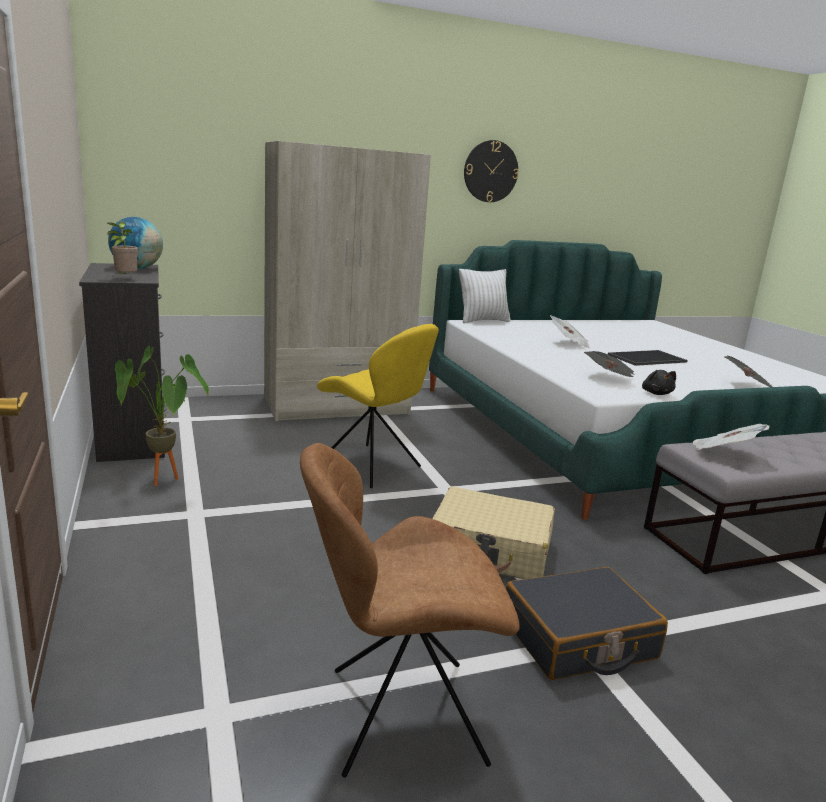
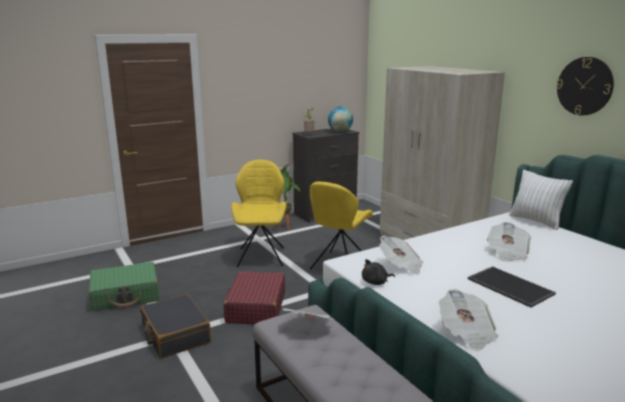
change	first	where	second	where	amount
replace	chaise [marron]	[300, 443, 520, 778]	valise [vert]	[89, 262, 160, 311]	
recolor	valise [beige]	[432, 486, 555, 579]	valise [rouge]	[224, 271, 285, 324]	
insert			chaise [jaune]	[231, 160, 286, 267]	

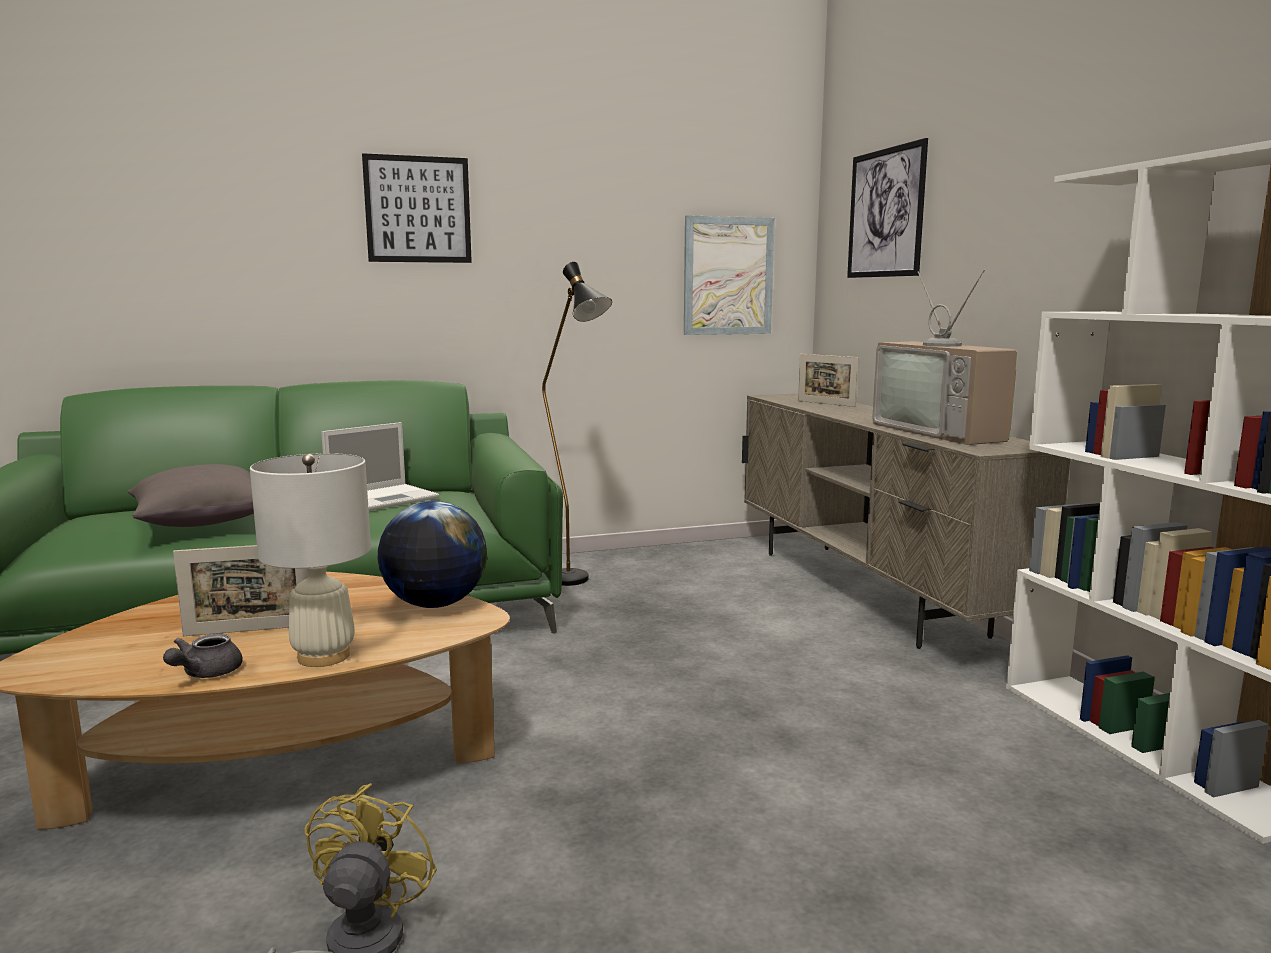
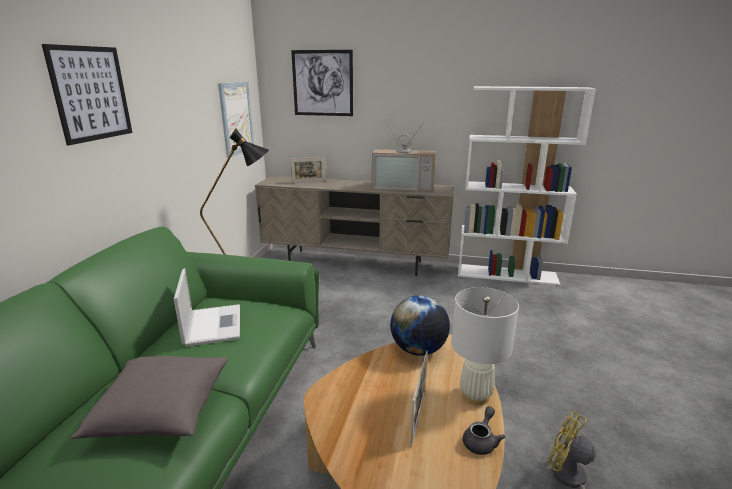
change	first	where	second	where	amount
rotate	théière [gris]	[163, 634, 243, 678]		[463, 406, 505, 455]	105 degrees counterclockwise

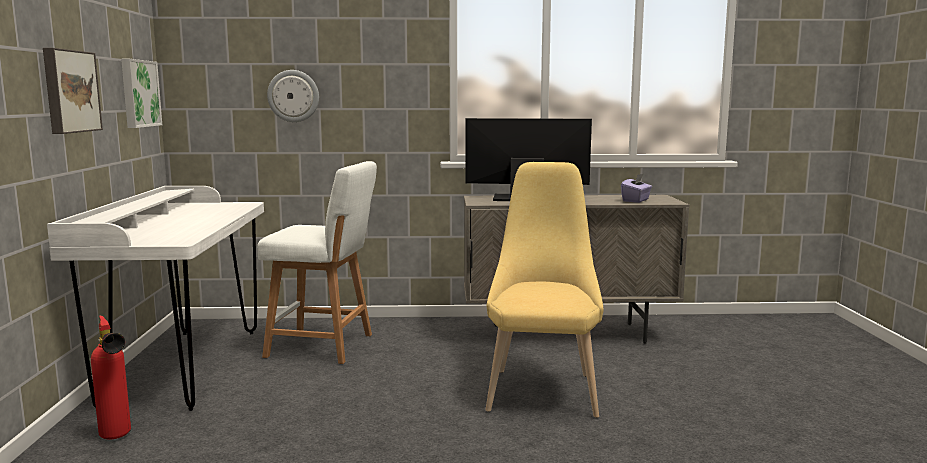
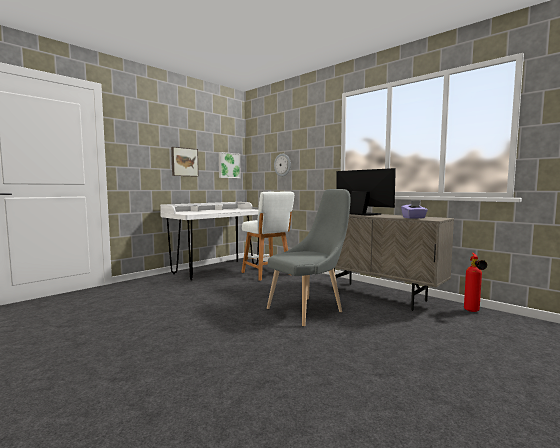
change	first	where	second	where	amount
move	extincteur	[91, 316, 131, 439]		[464, 253, 487, 312]	
recolor	chaise [jaune]	[486, 162, 604, 418]	chaise [gris]	[267, 189, 350, 327]	

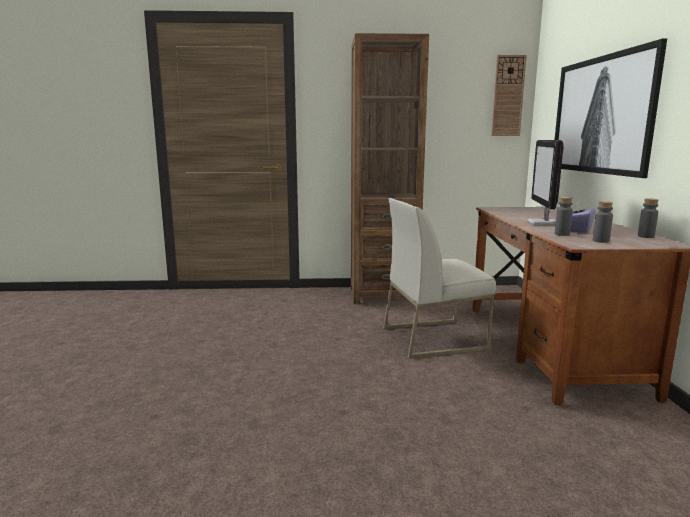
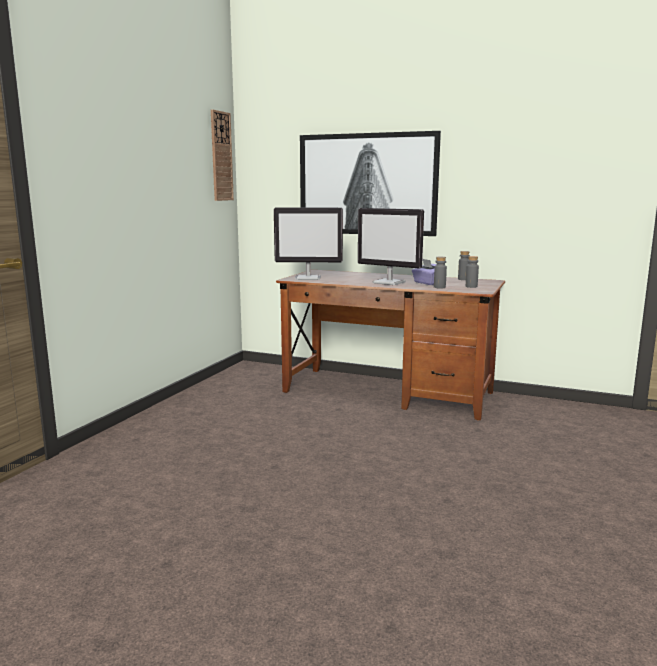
change	first	where	second	where	amount
delete	bibliothèque [marron]	[351, 33, 429, 304]			
delete	chaise [blanc]	[384, 198, 496, 358]			
insert			écran d'ordinateur	[274, 208, 343, 280]	

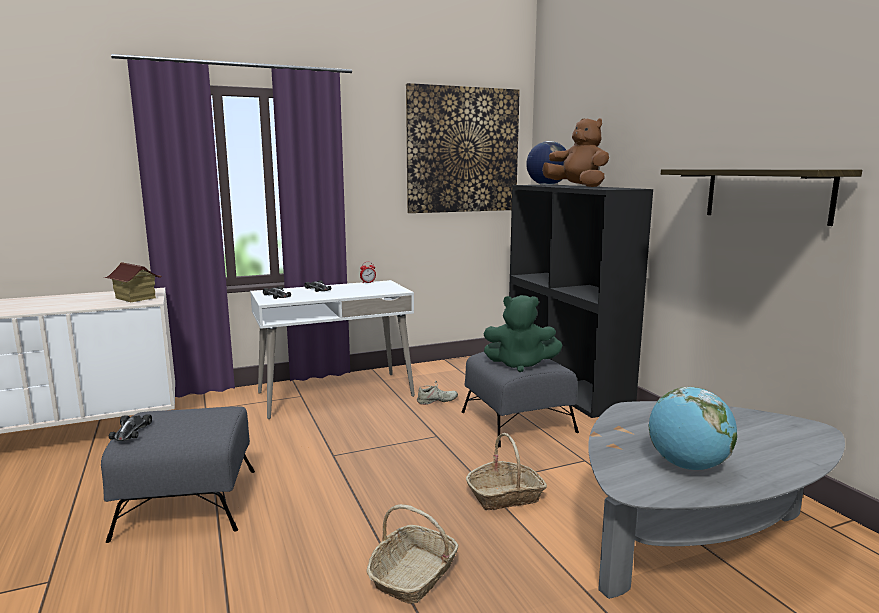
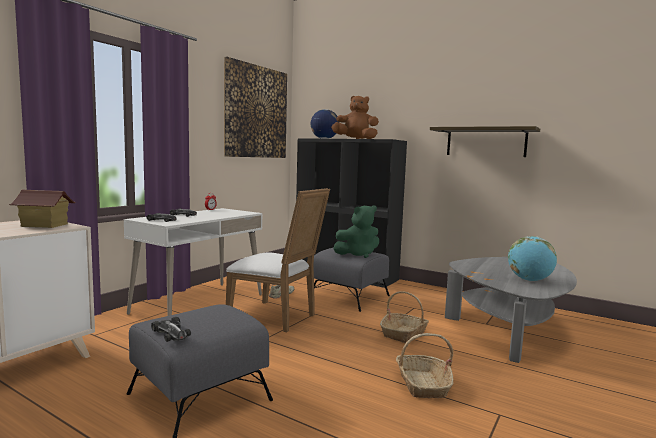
change	first	where	second	where	amount
insert			chaise [blanc]	[226, 188, 330, 332]	

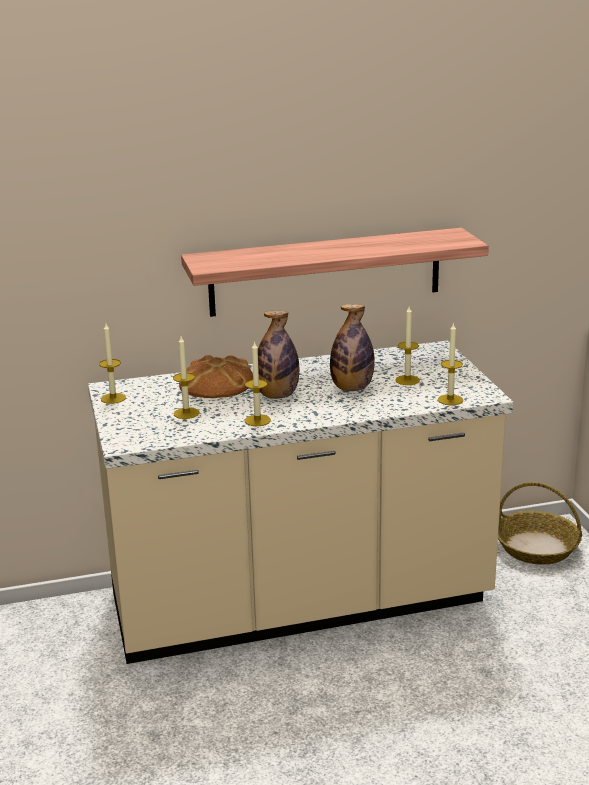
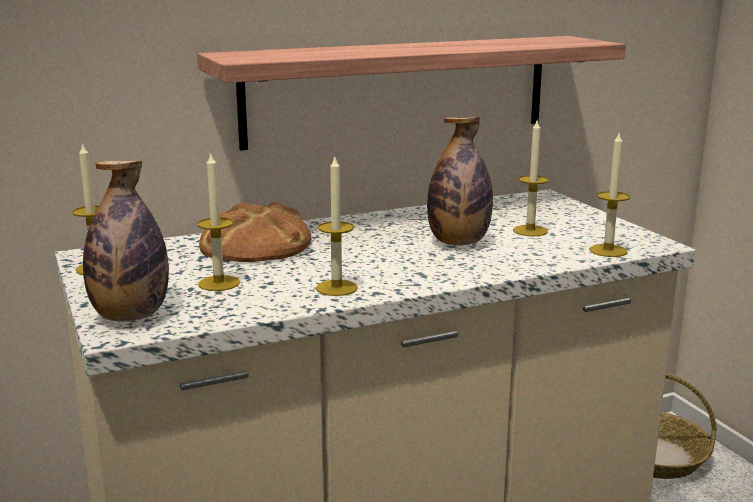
change	first	where	second	where	amount
move	bouteille	[258, 311, 299, 399]		[83, 160, 169, 322]	

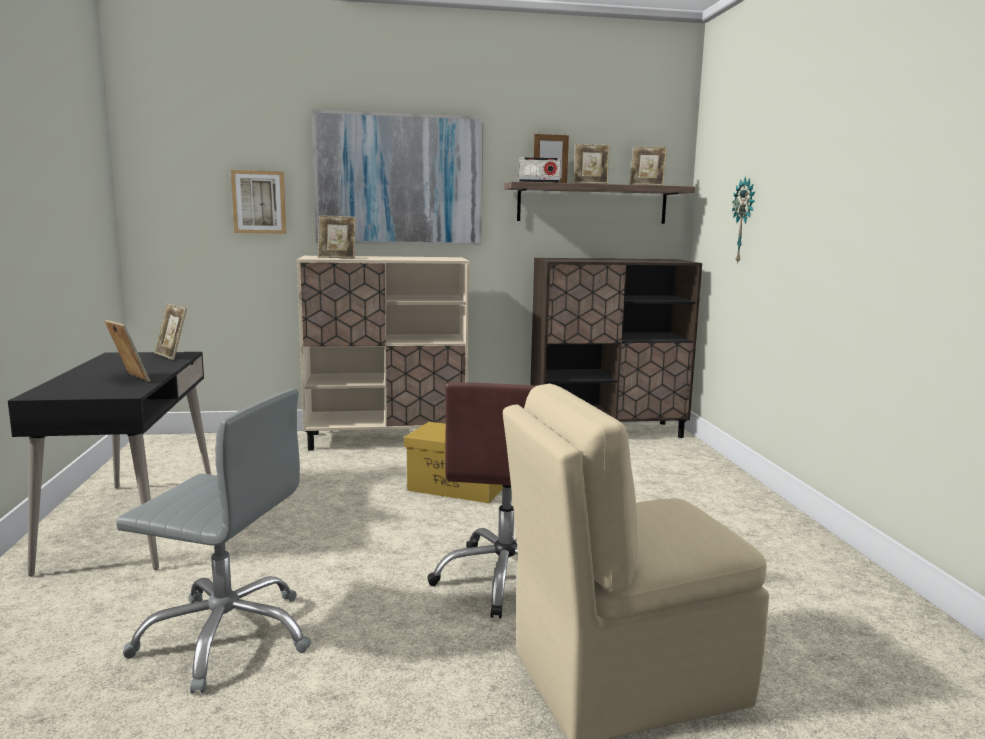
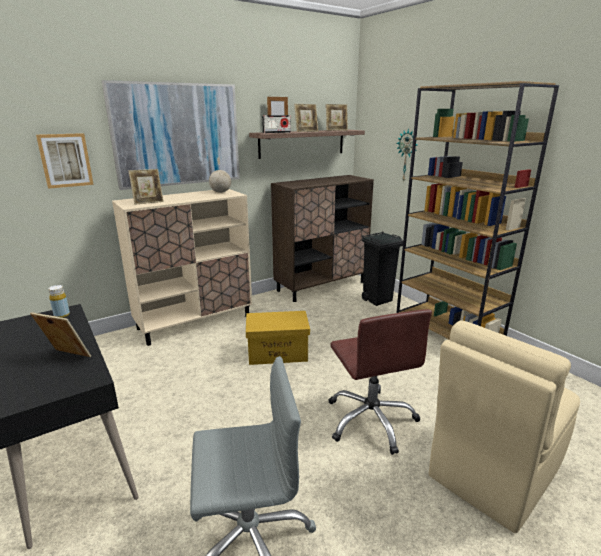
change	first	where	second	where	amount
replace	cadre photo	[154, 303, 187, 360]	bouteille [jaune]	[48, 285, 70, 318]	
insert			globe	[209, 157, 231, 193]	
insert			poubelle [noir]	[362, 231, 403, 306]	
insert			bibliothèque [marron]	[396, 81, 559, 340]	

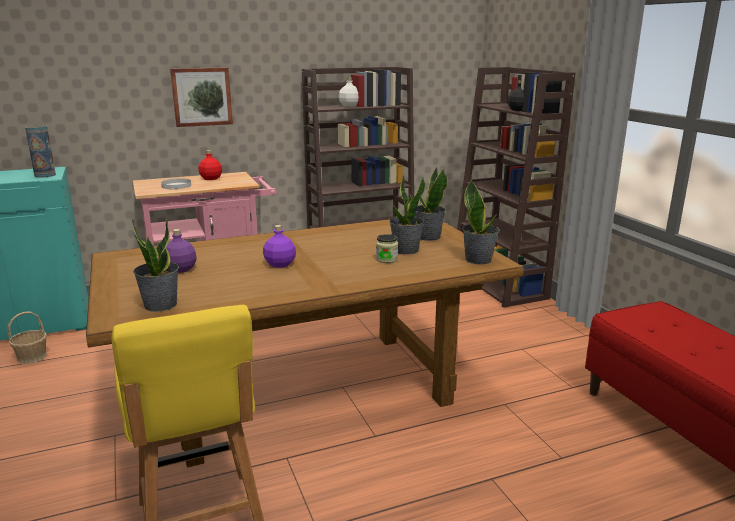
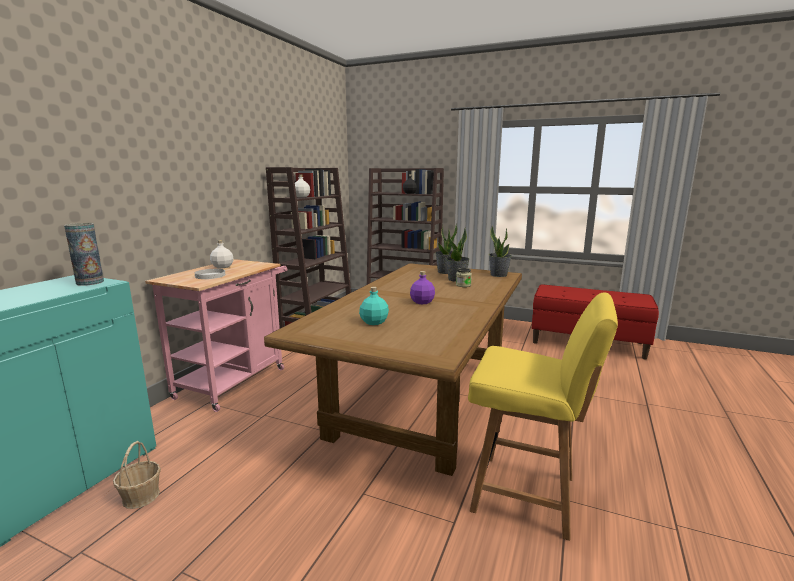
change	first	where	second	where	amount
delete	plante en pot	[132, 218, 179, 312]			
recolor	bouteille [violet]	[166, 229, 197, 273]	bouteille [turquoise]	[359, 287, 389, 325]	
delete	tableau	[170, 67, 233, 127]			
recolor	bouteille [rouge]	[198, 150, 222, 180]	bouteille [blanc]	[210, 240, 234, 269]	

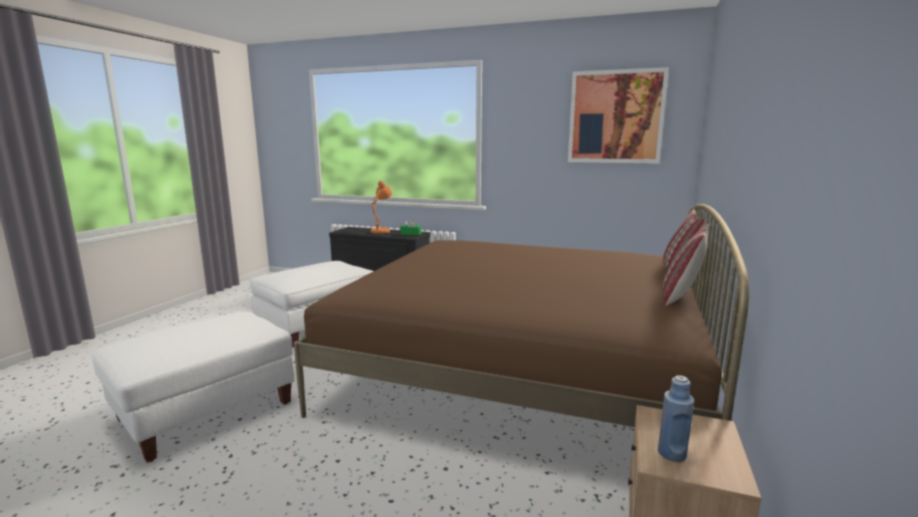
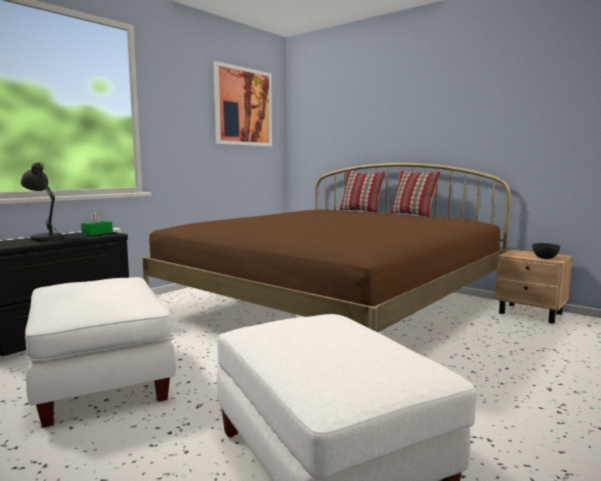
change	first	where	second	where	amount
recolor	lampe de table [orange]	[371, 181, 392, 235]	lampe de table [gris]	[21, 162, 67, 241]	
replace	bouteille [bleu]	[658, 375, 694, 462]	bol [gris]	[532, 243, 560, 259]	

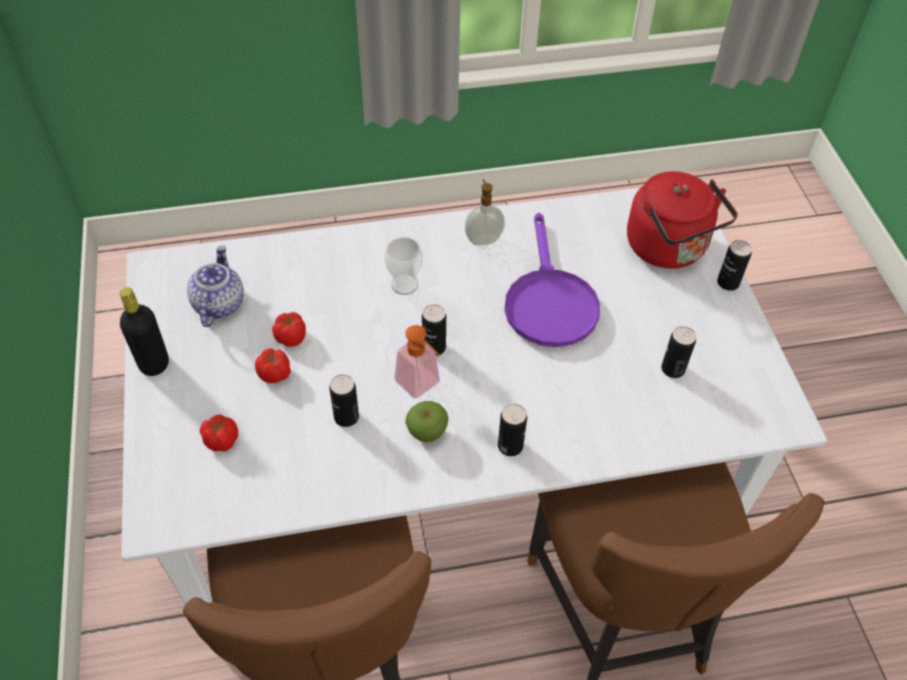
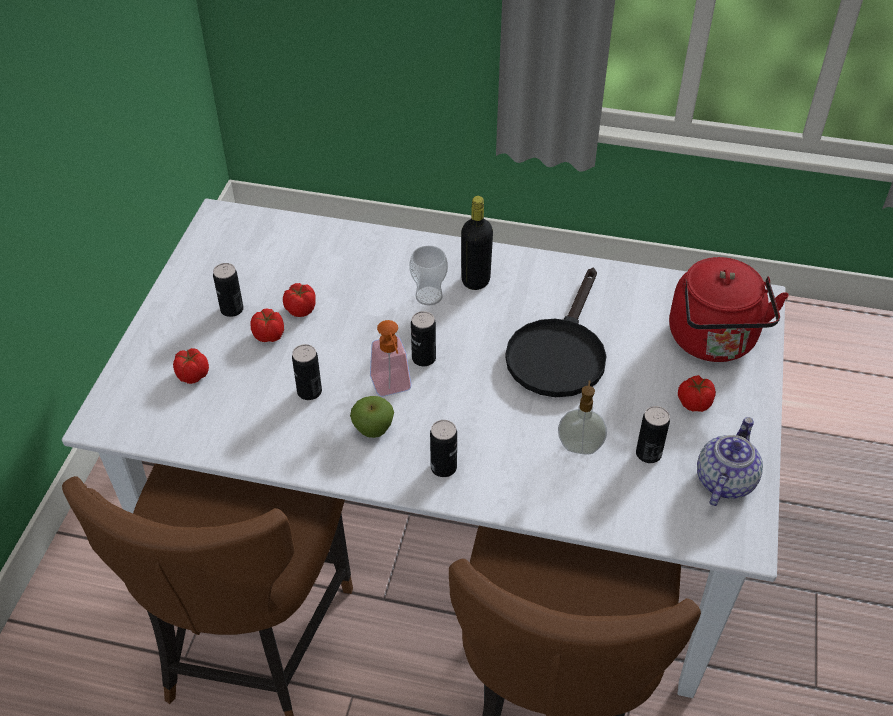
change	first	where	second	where	amount
move	bouteille [noir]	[120, 287, 169, 376]		[461, 196, 493, 290]	
move	théière	[187, 245, 244, 327]		[697, 417, 763, 506]	
move	distributeur de savon	[465, 179, 505, 246]		[558, 380, 607, 454]	
recolor	poêle [violet]	[504, 212, 600, 347]	poêle [noir]	[505, 268, 607, 397]	
move	boîte métallique	[717, 240, 752, 291]		[213, 263, 244, 317]	
insert			tomate	[678, 375, 716, 412]	

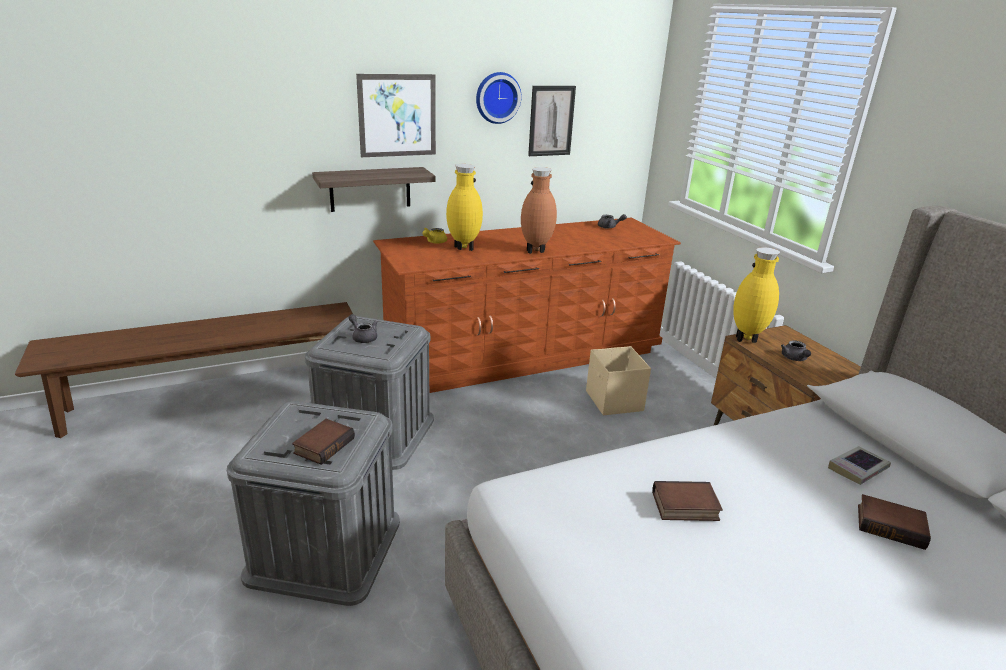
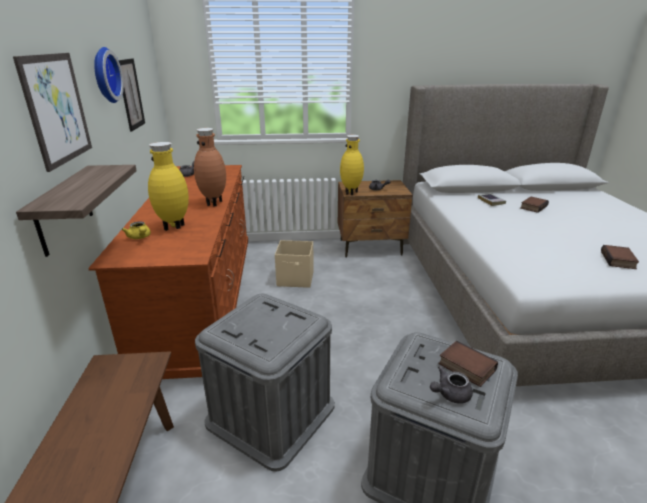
change	first	where	second	where	amount
move	théière [gris]	[349, 314, 378, 343]		[430, 366, 473, 404]	
move	livre	[652, 481, 723, 521]		[601, 245, 639, 269]	

